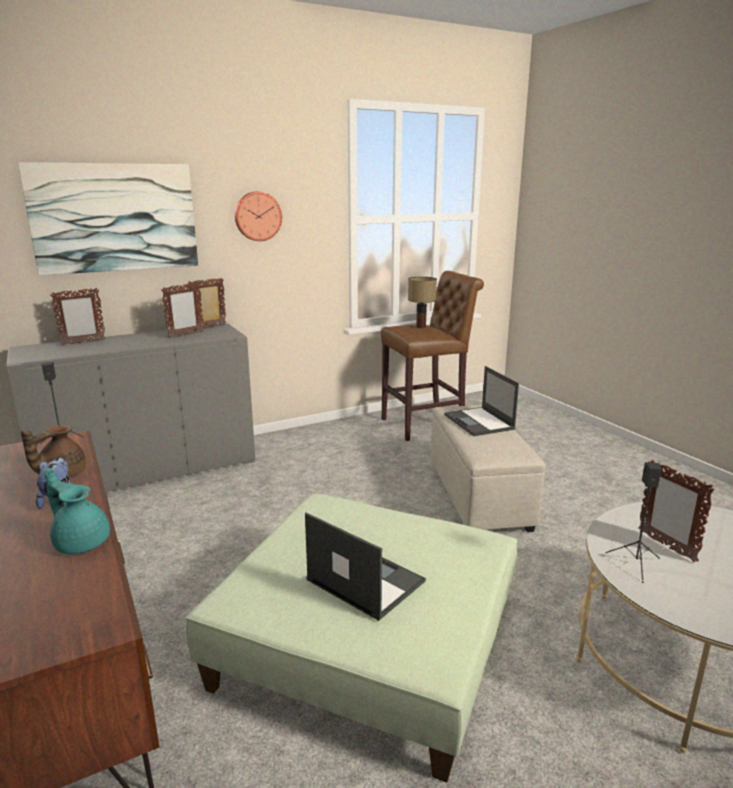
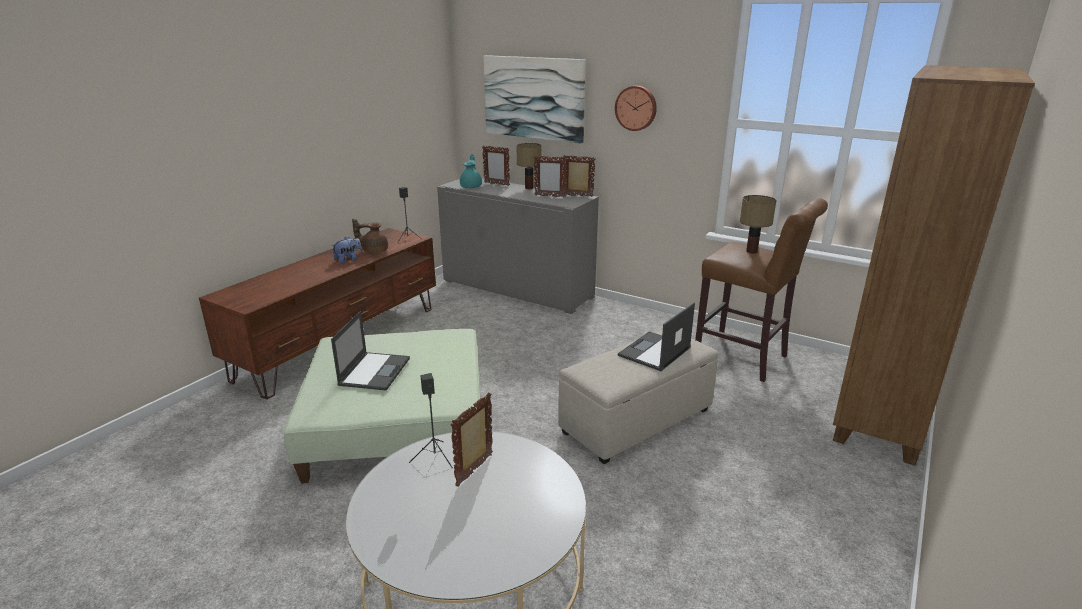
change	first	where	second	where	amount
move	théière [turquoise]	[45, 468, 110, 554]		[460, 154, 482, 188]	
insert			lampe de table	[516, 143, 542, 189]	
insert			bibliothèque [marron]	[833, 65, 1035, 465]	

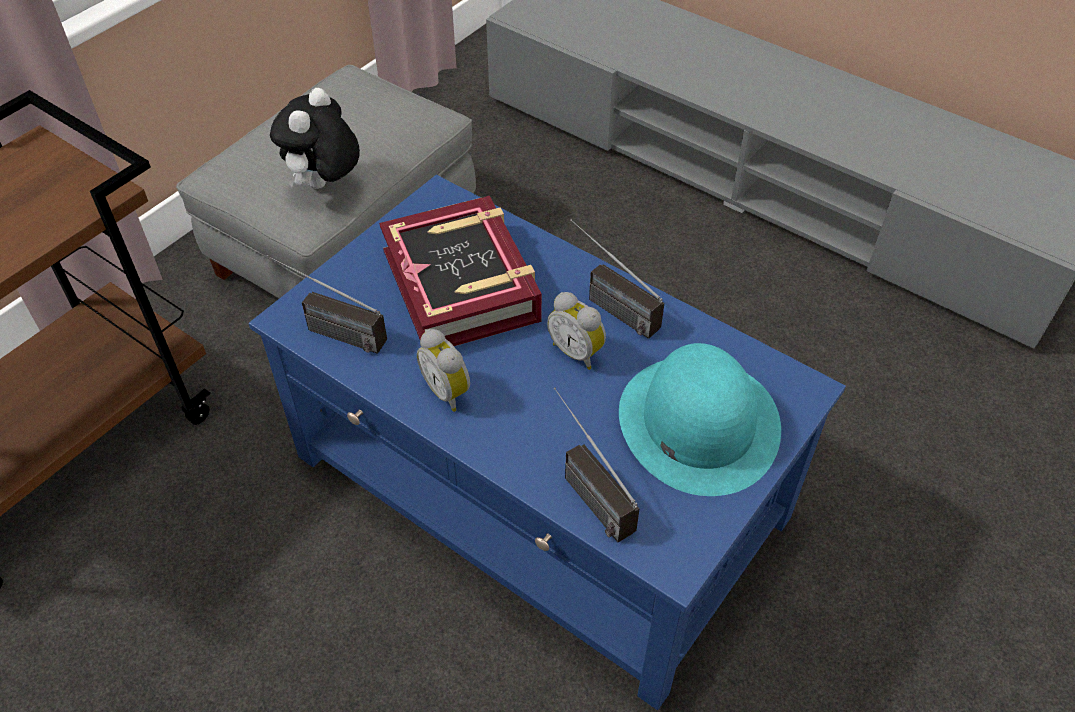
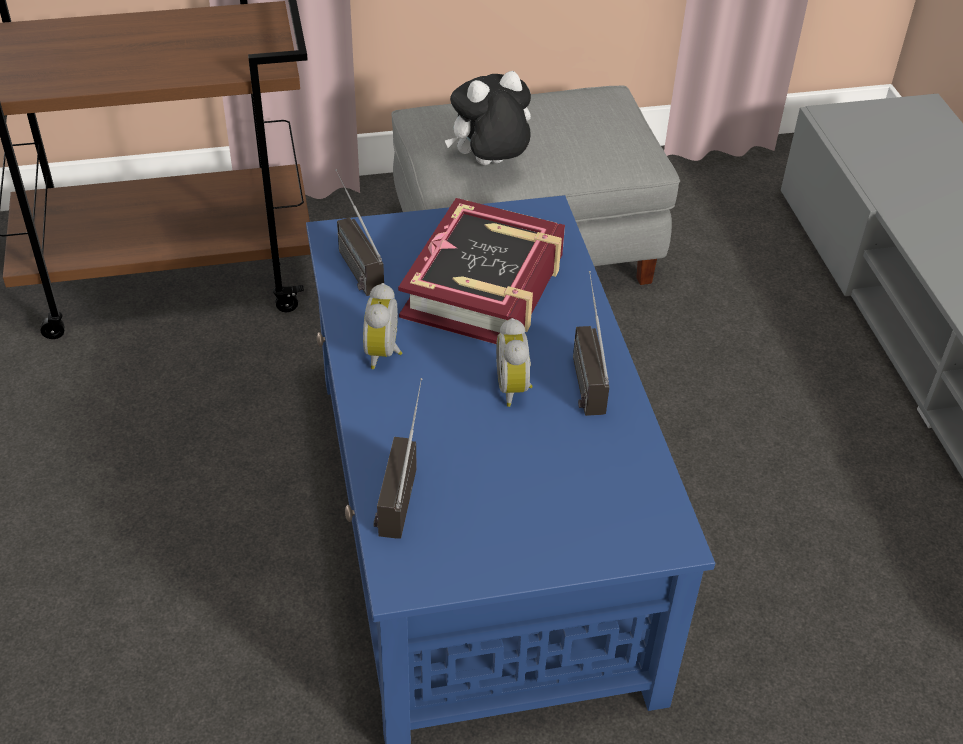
change	first	where	second	where	amount
delete	chapeau [turquoise]	[619, 343, 781, 496]			

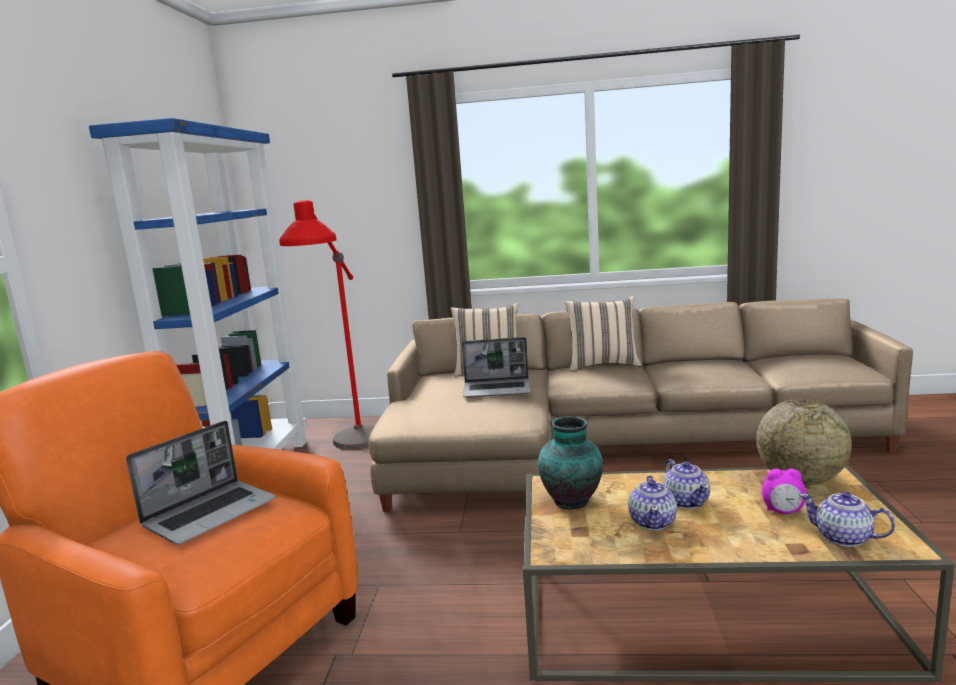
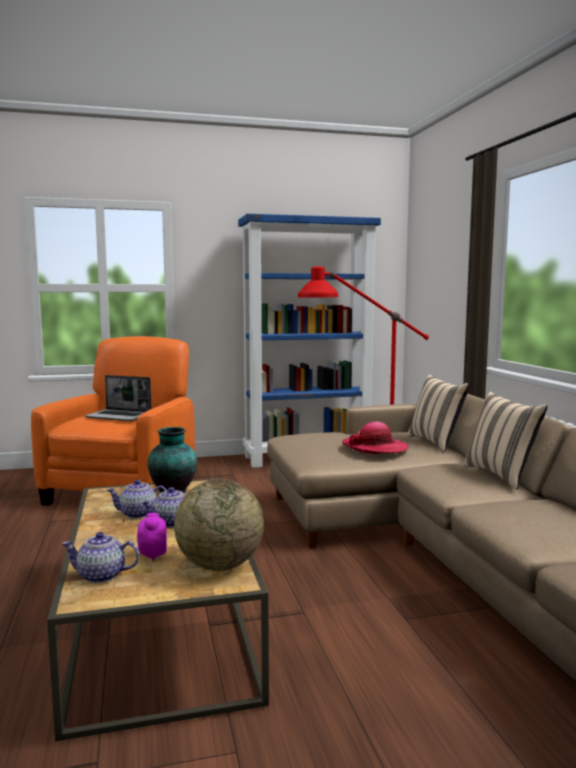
change	first	where	second	where	amount
replace	ordinateur portable	[462, 337, 531, 398]	chapeau	[342, 421, 409, 454]	
rotate	théière	[799, 491, 895, 547]		[62, 532, 139, 583]	105 degrees counterclockwise

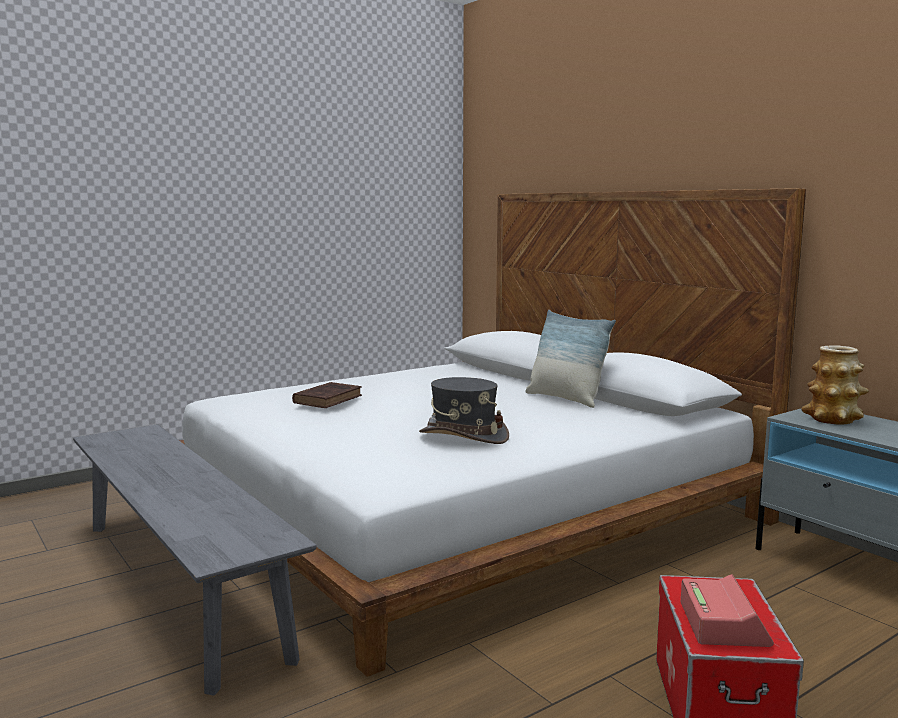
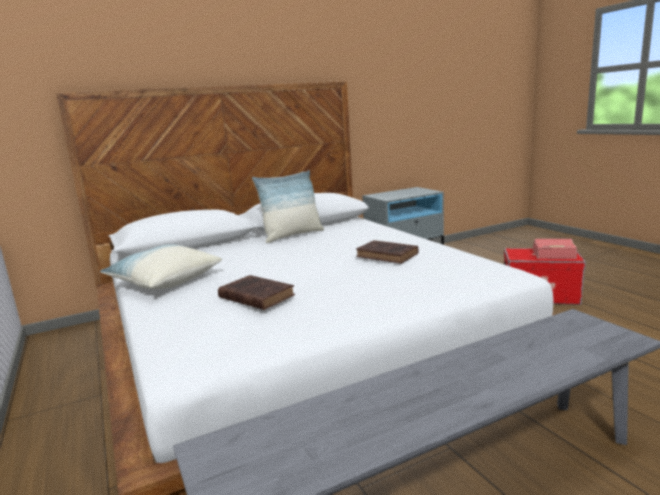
change	first	where	second	where	amount
replace	chapeau [gris]	[419, 377, 509, 444]	livre [marron]	[356, 240, 418, 264]	
delete	vase	[801, 346, 869, 425]			
insert			coussin	[100, 244, 222, 289]	

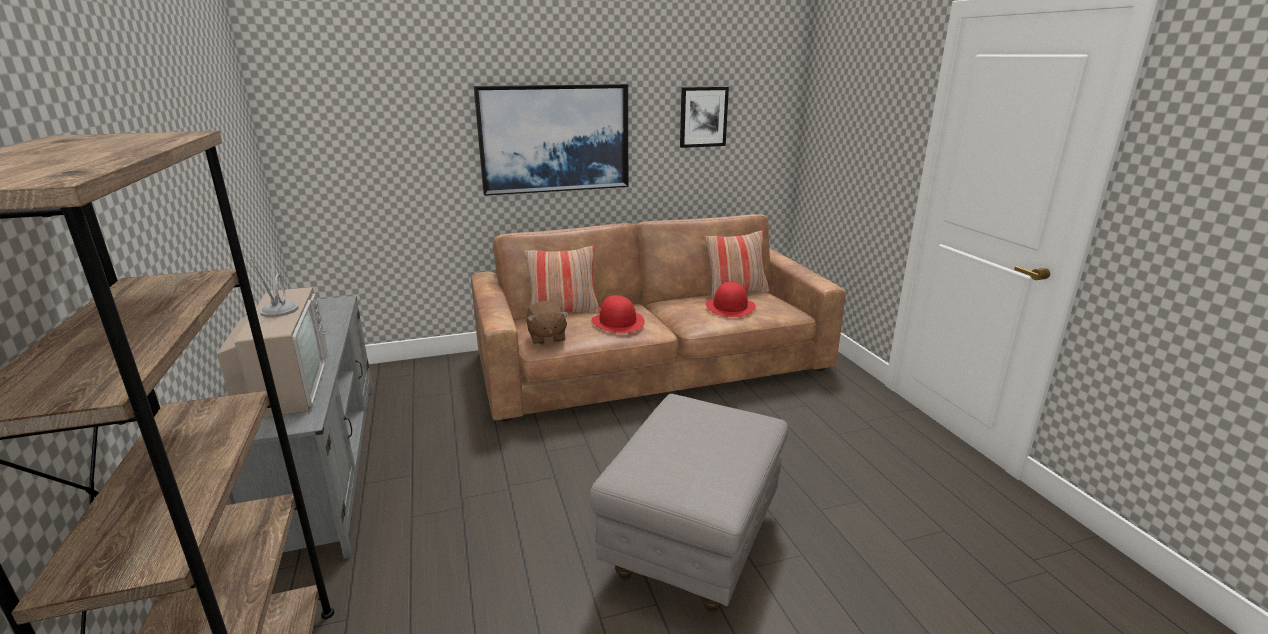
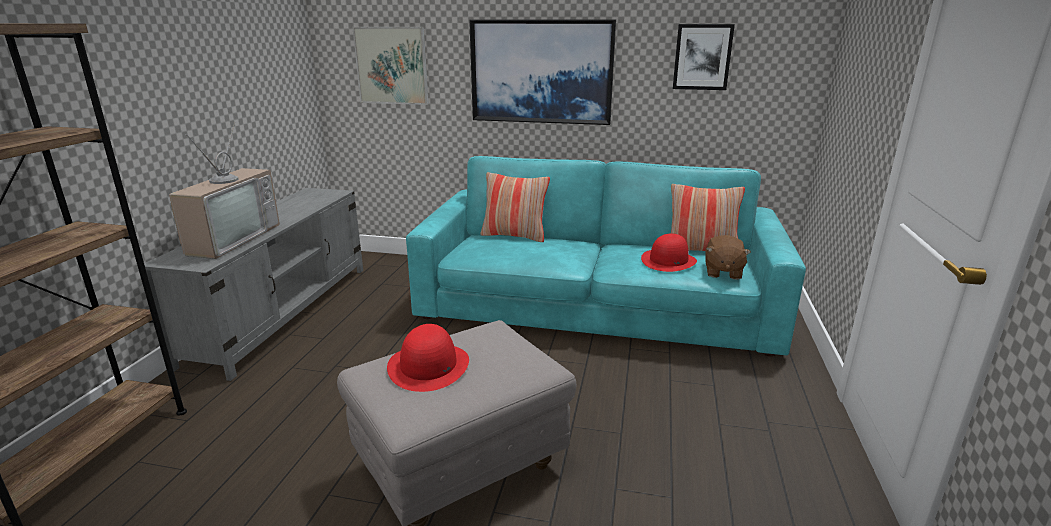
change	first	where	second	where	amount
recolor	canapé [marron]	[471, 214, 846, 421]	canapé [turquoise]	[406, 156, 806, 357]	
move	peluche [marron]	[526, 301, 569, 345]		[705, 235, 751, 280]	
move	chapeau [rouge]	[591, 295, 645, 333]		[387, 324, 469, 392]	
insert			tableau	[352, 27, 429, 105]	

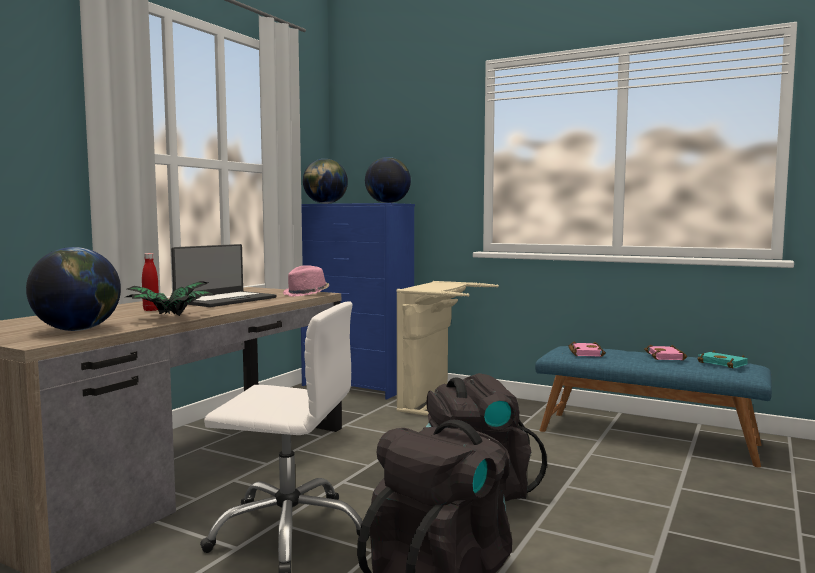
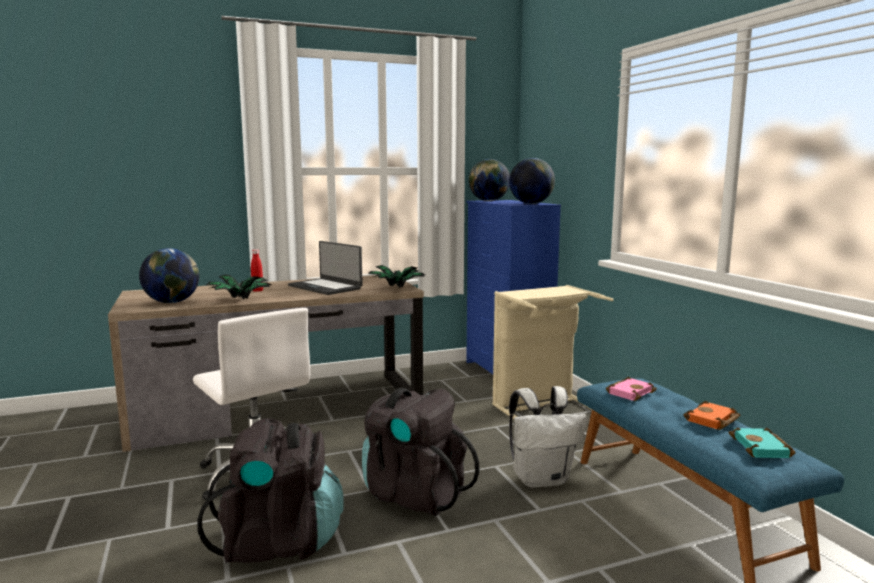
change	first	where	second	where	amount
rotate	ordinateur portable	[171, 244, 277, 307]		[288, 241, 363, 295]	60 degrees clockwise
replace	chapeau [rose]	[283, 265, 329, 297]	plante en pot	[368, 265, 425, 288]	
recolor	livre [rose]	[644, 345, 687, 360]	livre [orange]	[683, 401, 740, 430]	
insert			sac à dos [blanc]	[509, 386, 587, 488]	

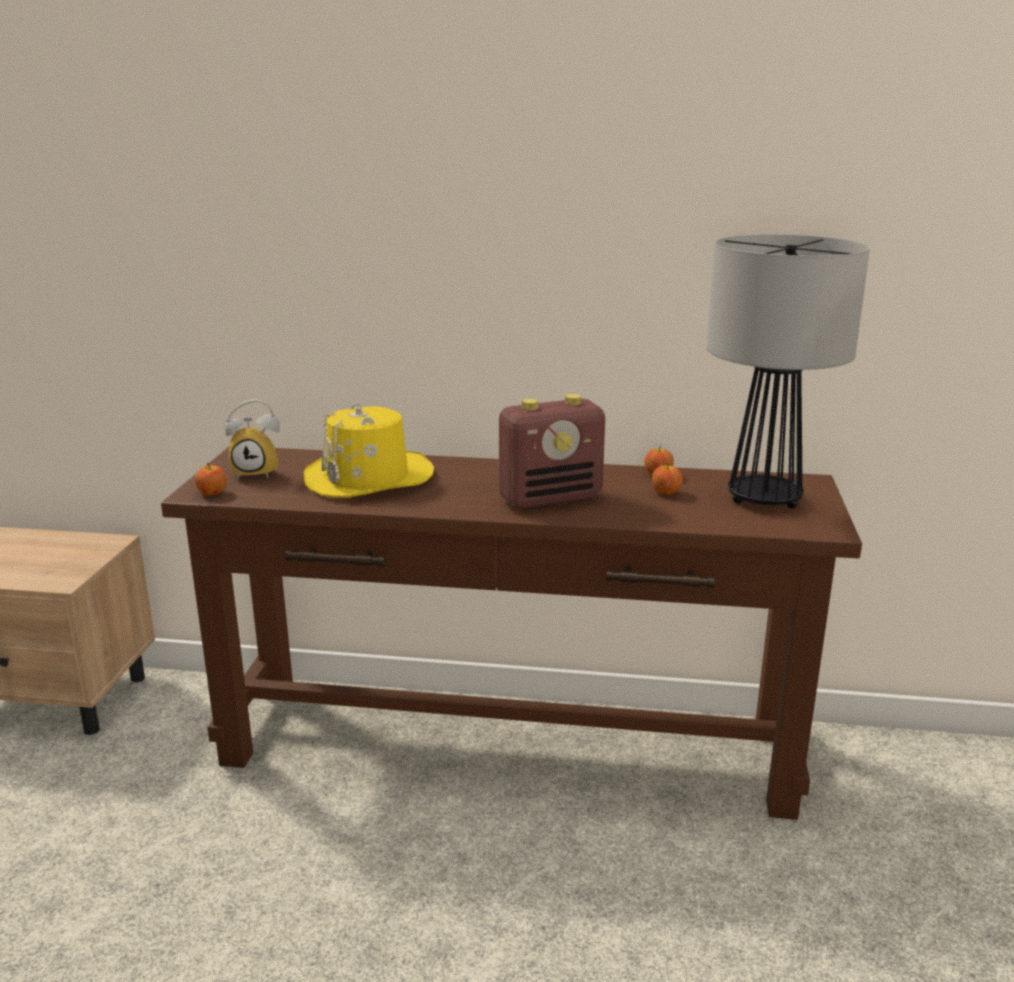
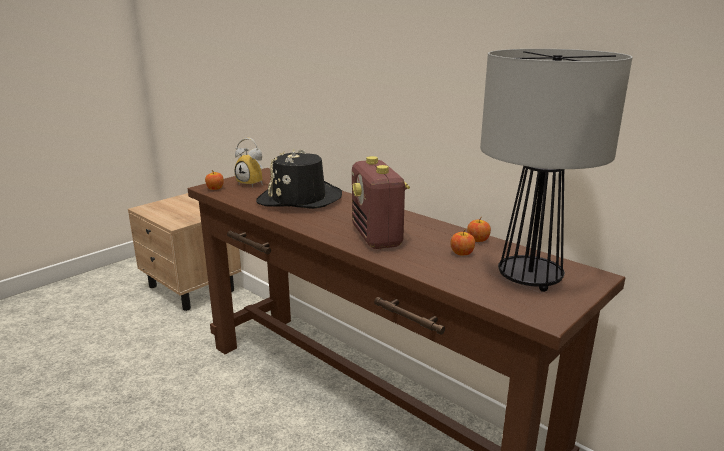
change	first	where	second	where	amount
recolor	chapeau [jaune]	[303, 402, 434, 498]	chapeau [noir]	[256, 148, 342, 209]	
rotate	radio	[499, 394, 605, 510]		[352, 156, 410, 249]	60 degrees clockwise

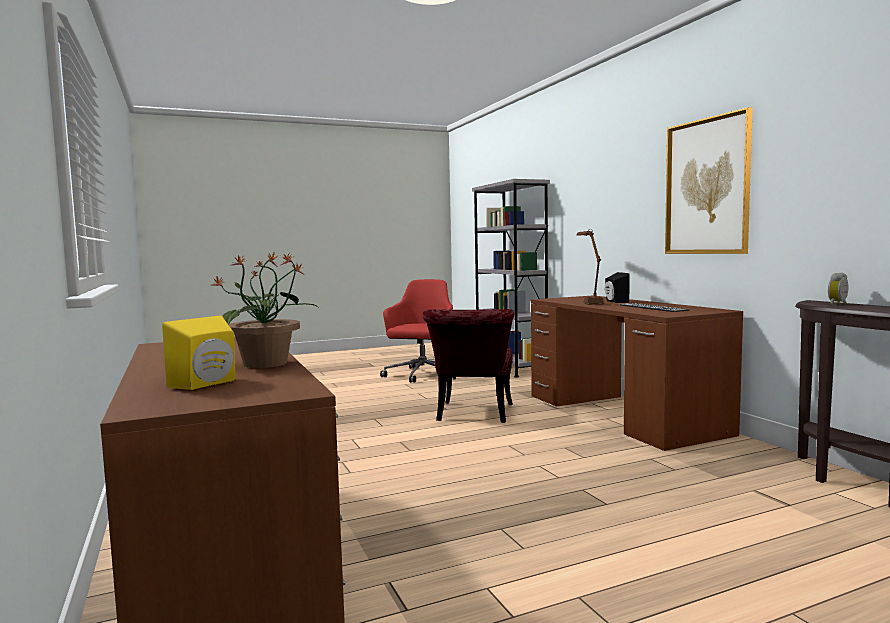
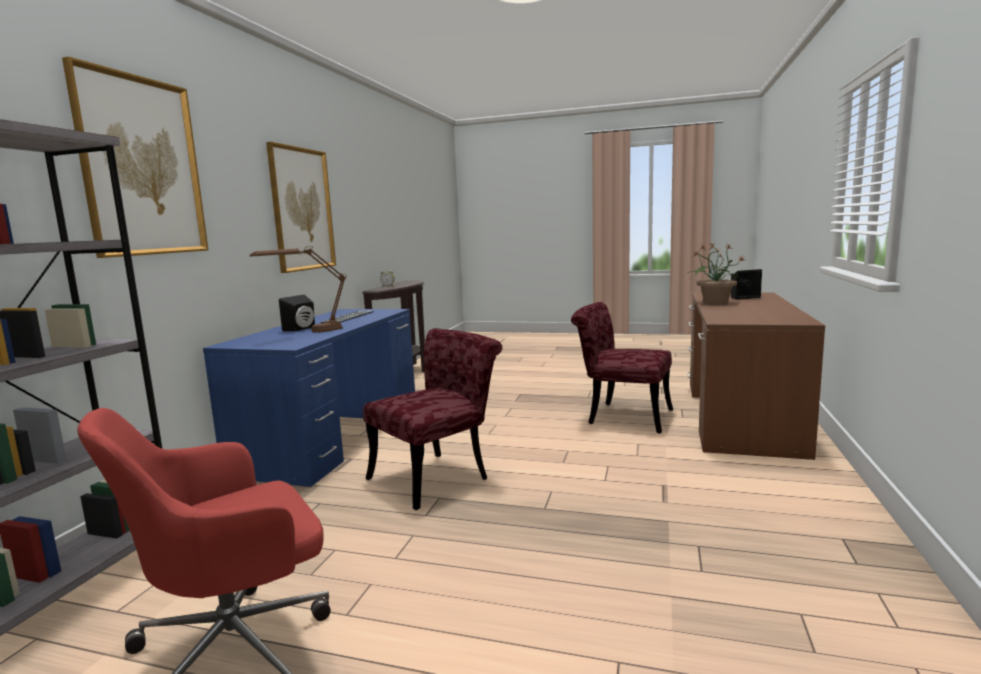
change	first	where	second	where	amount
recolor	enceinte [jaune]	[162, 316, 235, 390]	enceinte [noir]	[731, 269, 762, 300]	
recolor	bureau [marron]	[531, 296, 743, 451]	bureau [bleu]	[203, 309, 415, 487]	
insert			tableau	[62, 57, 208, 258]	
insert			chaise [rouge]	[571, 302, 673, 434]	

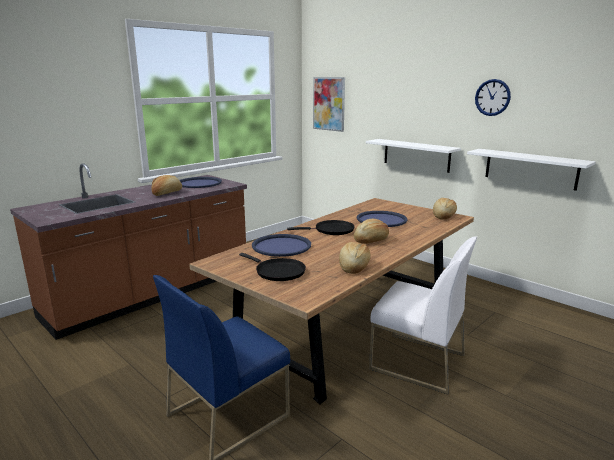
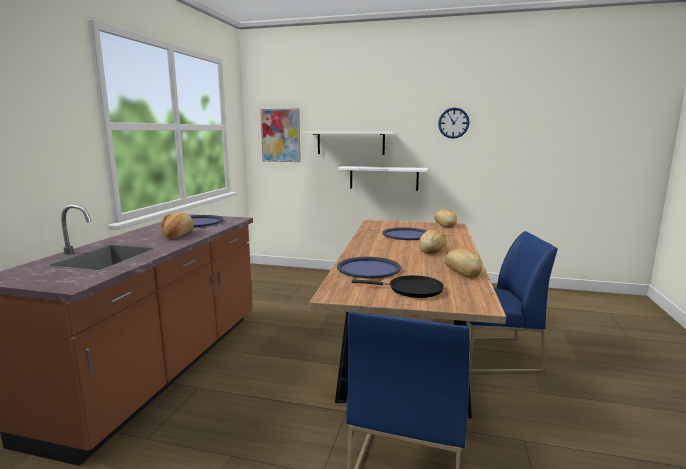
change	first	where	second	where	amount
delete	poêle [noir]	[287, 220, 355, 235]			
recolor	chaise [blanc]	[369, 236, 477, 394]	chaise [bleu]	[452, 231, 558, 373]	
move	étagère [blanc]	[467, 149, 596, 191]		[303, 131, 394, 155]	

